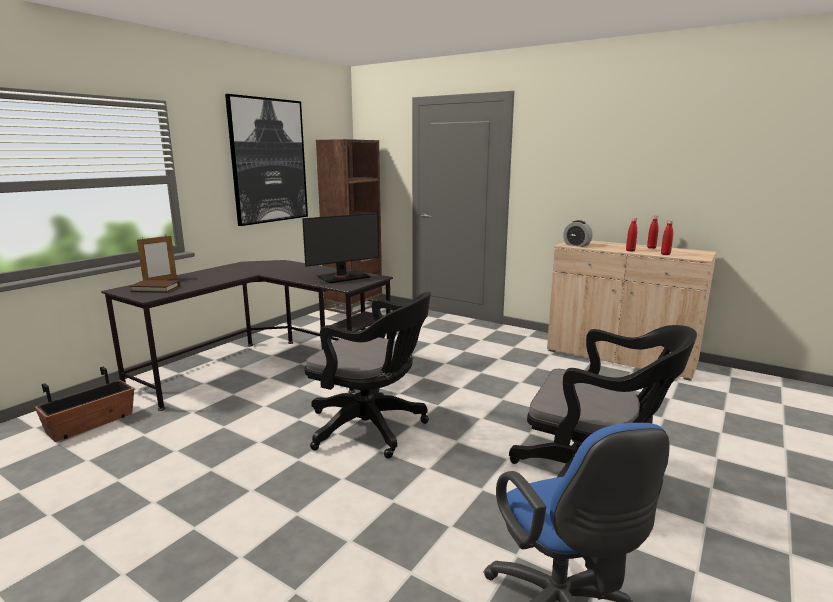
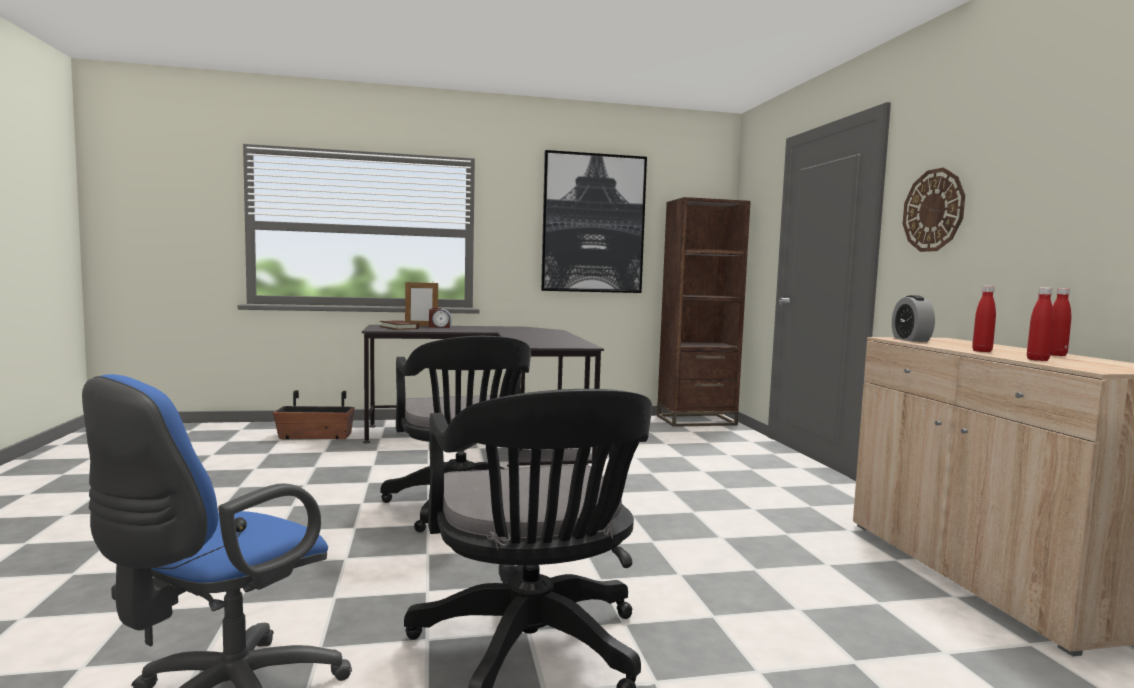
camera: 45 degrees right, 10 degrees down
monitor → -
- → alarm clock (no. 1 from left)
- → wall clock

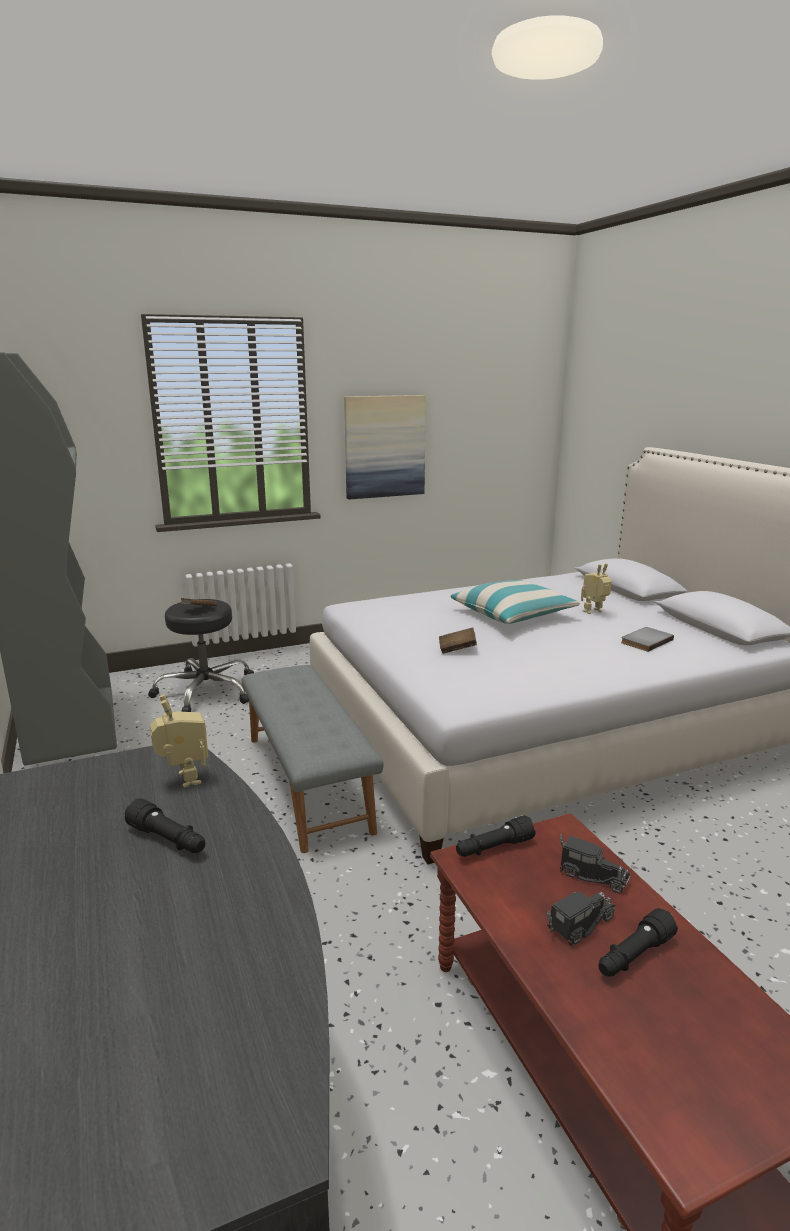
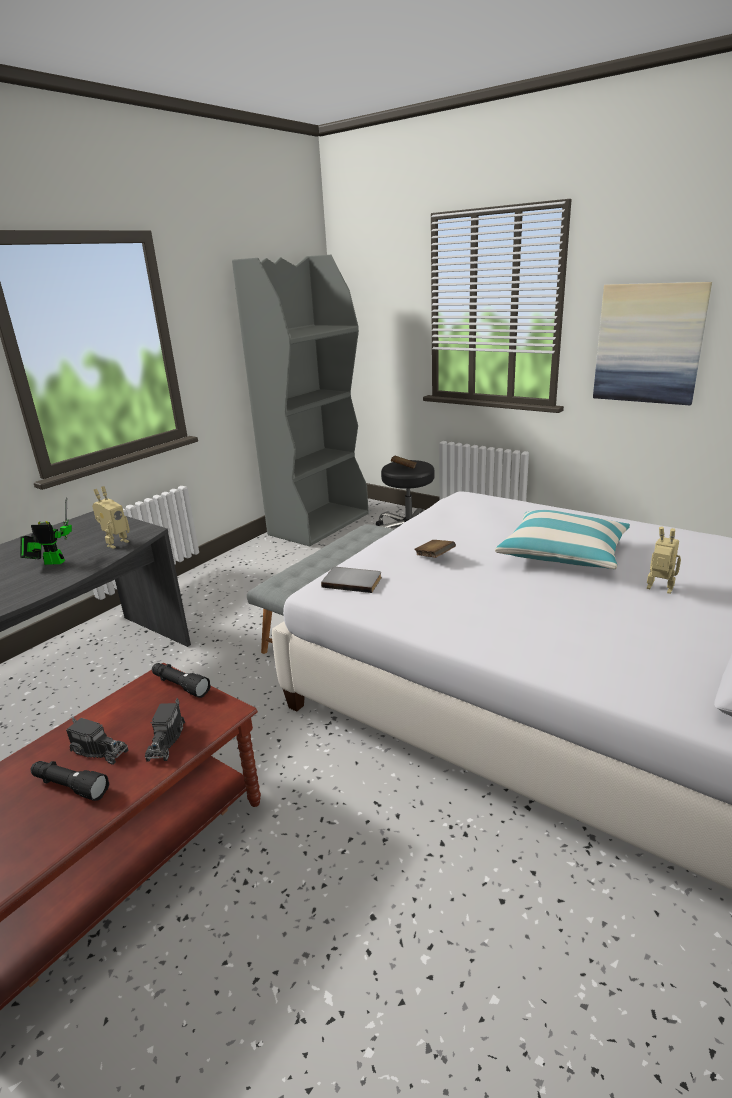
camera: 60 degrees right, 5 degrees up
grey book, relocated
black flashlight (no. 1 from left) → toy robot (no. 1 from left)

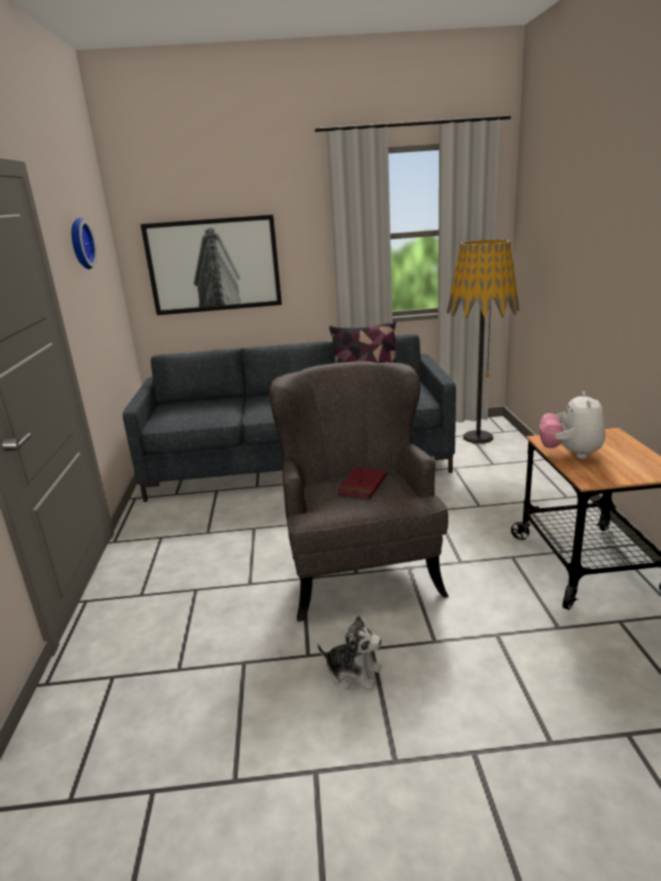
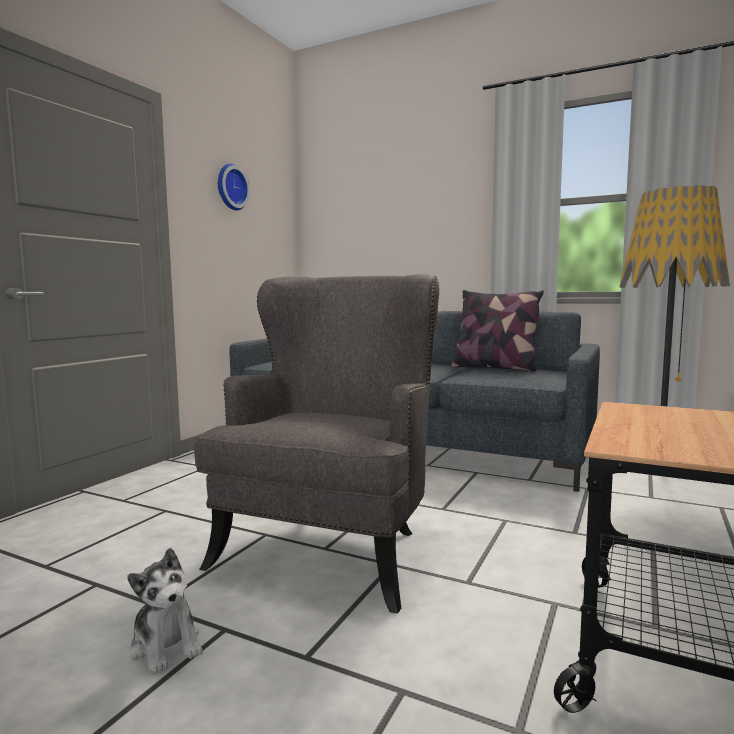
camera: 30 degrees right, 15 degrees down
picture → -
red book → -
plush toy (no. 2 from left) → -

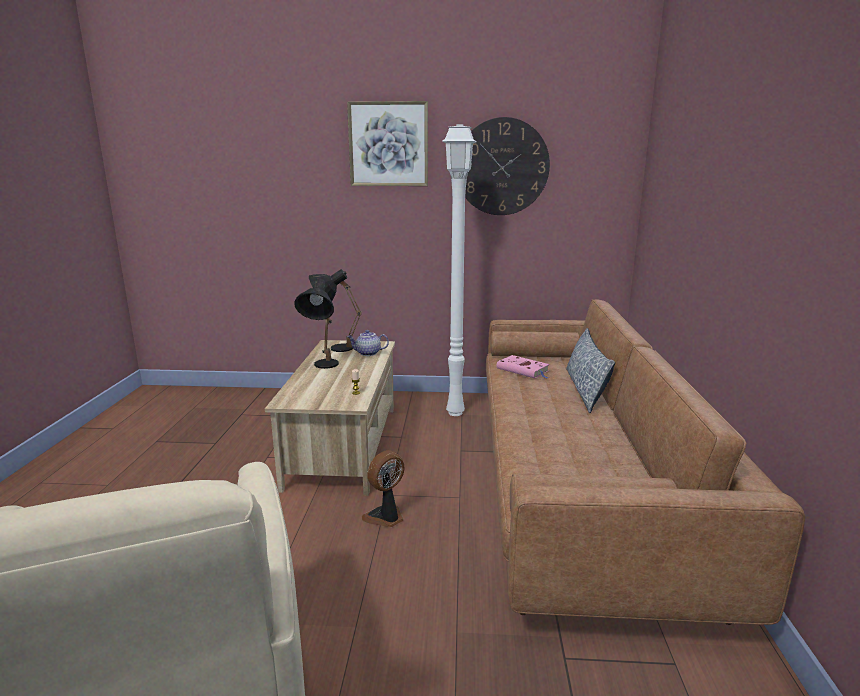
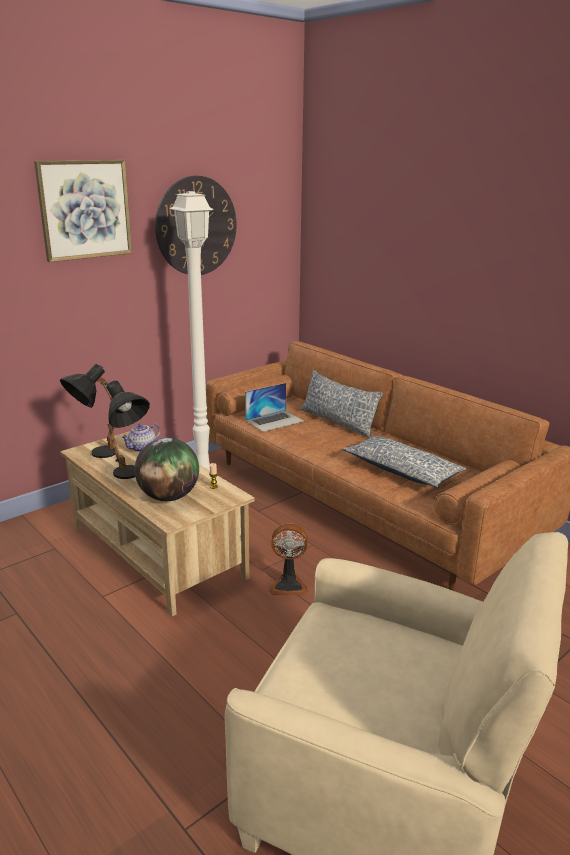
camera: 45 degrees left, 5 degrees up
- → globe
- → pillow (no. 2 from left)
pink book → laptop
fan, 90 degrees counterclockwise

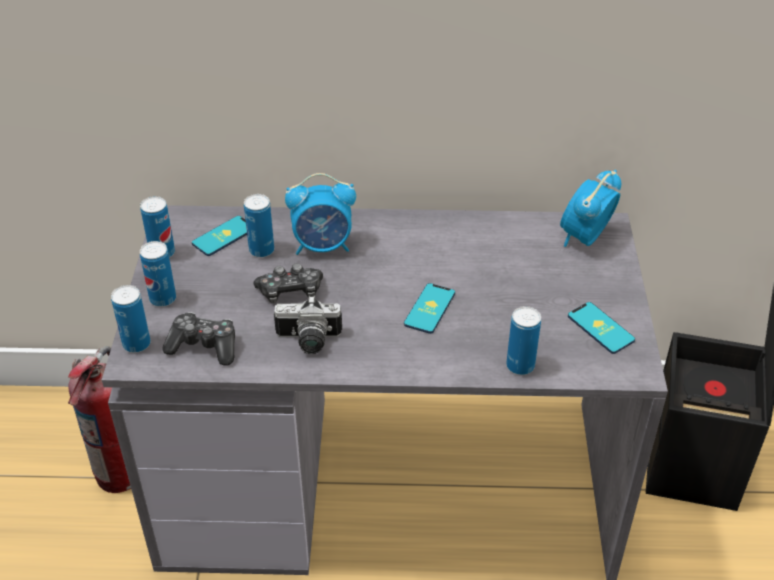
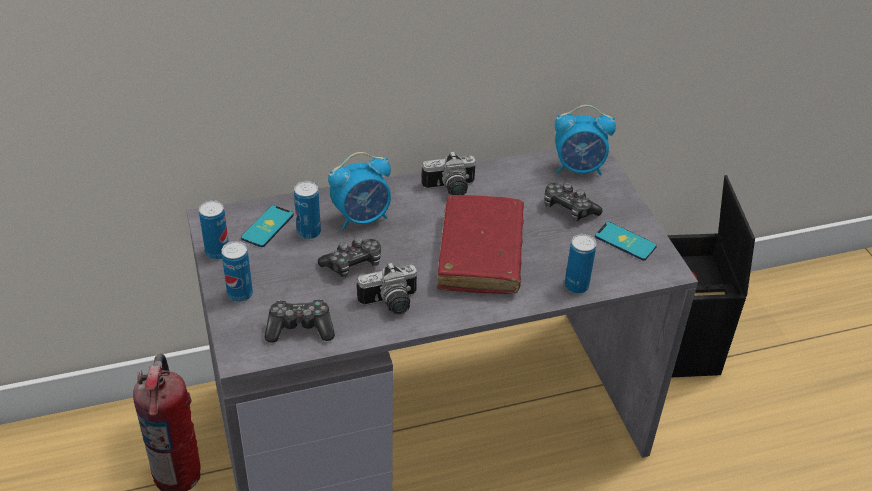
camera: 20 degrees left, 0 degrees up
can (no. 1 from left) → -
- → photo camera (no. 2 from left)
- → game controller (no. 3 from left)
phone (no. 2 from left) → red book
alarm clock (no. 2 from left), 105 degrees counterclockwise

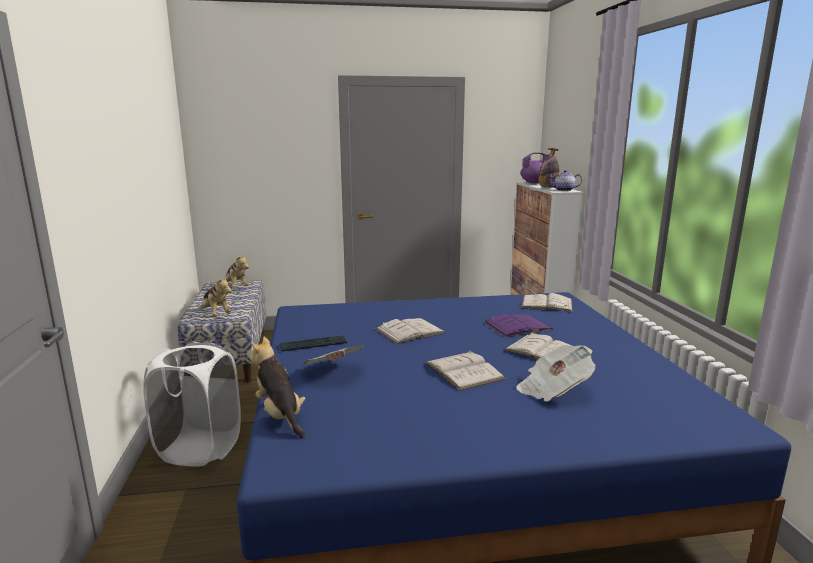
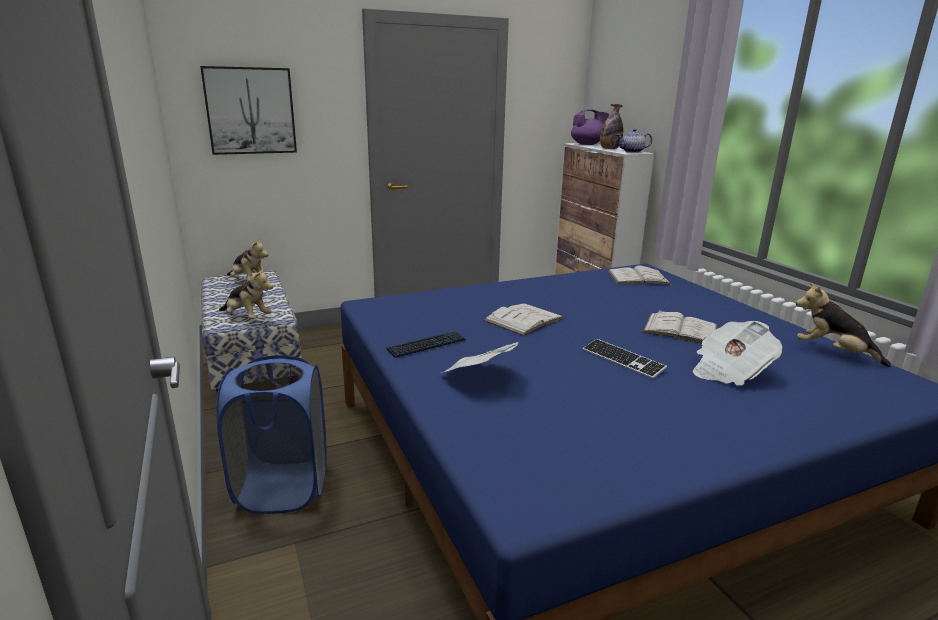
camera: 15 degrees left, 5 degrees up
purple book → -
- → picture
plush toy (no. 3 from left), relocated
white book (no. 2 from left) → keyboard (no. 2 from left)
white laundry basket → blue laundry basket

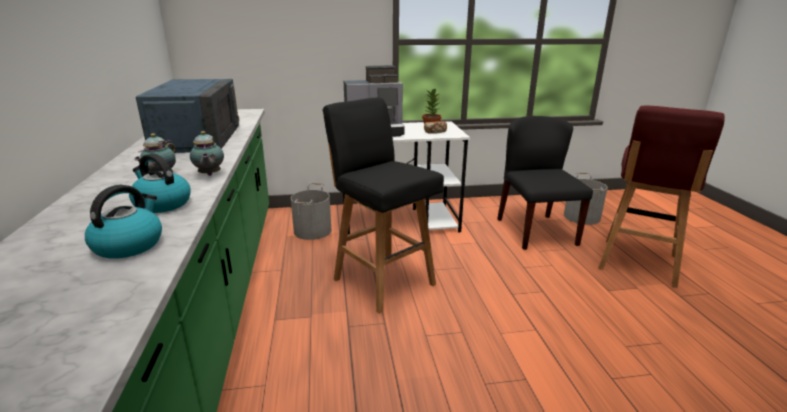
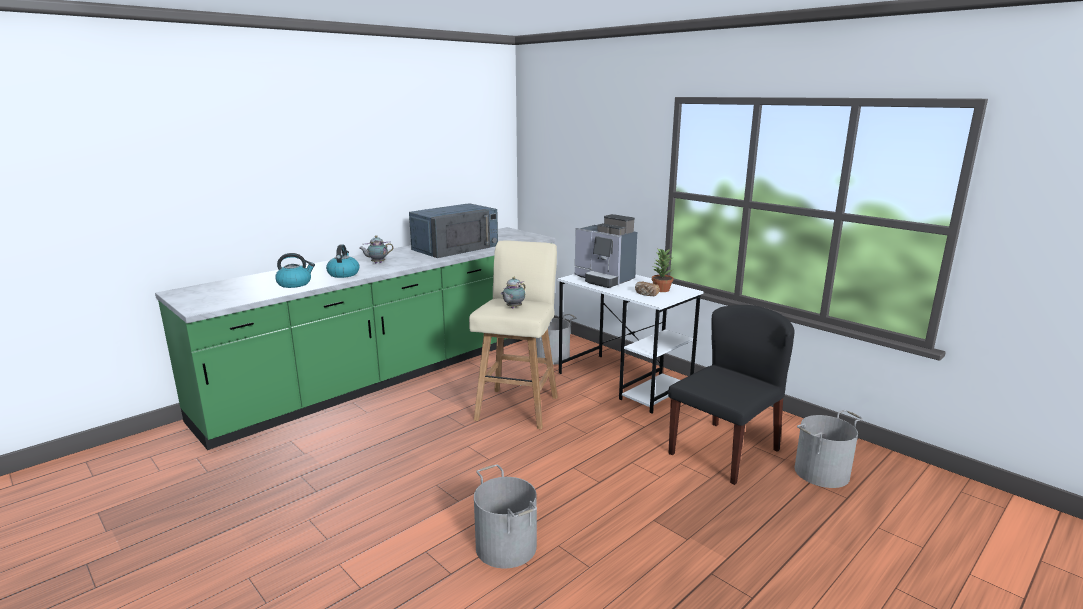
camera: 55 degrees right, 5 degrees down
red stool → -
- → grey bucket (no. 1 from left)
teapot (no. 2 from left), relocated
black stool → beige stool

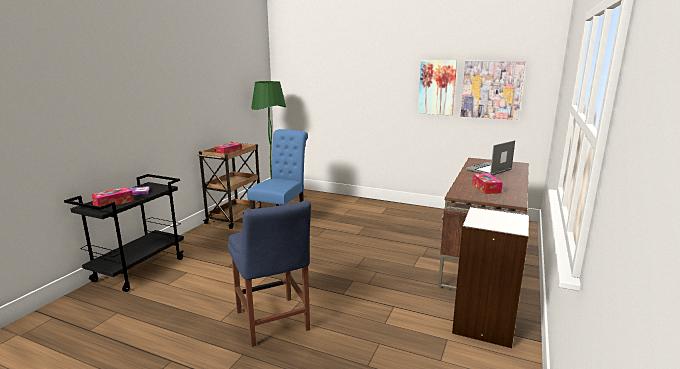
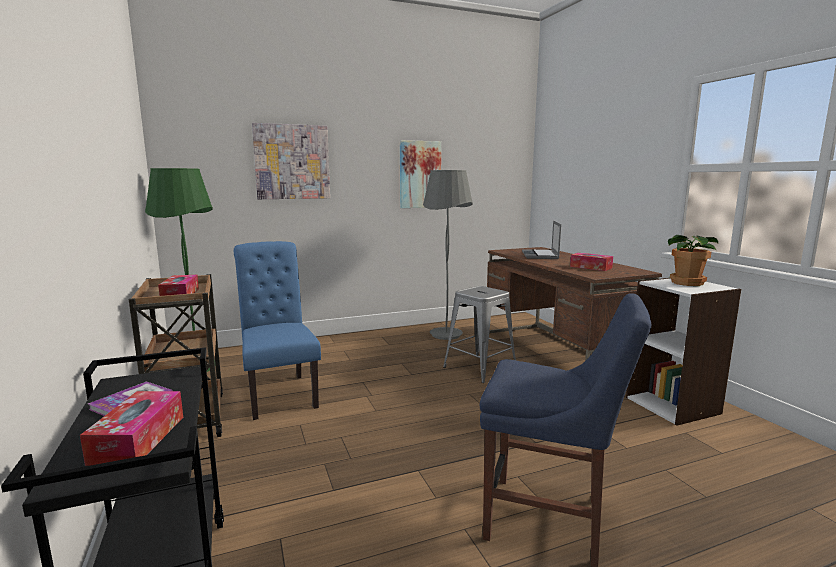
camera: 45 degrees left, 5 degrees down
- → grey floor lamp
- → grey stool
- → potted plant
picture (no. 2 from left in the first image) → picture (no. 1 from left), relocated

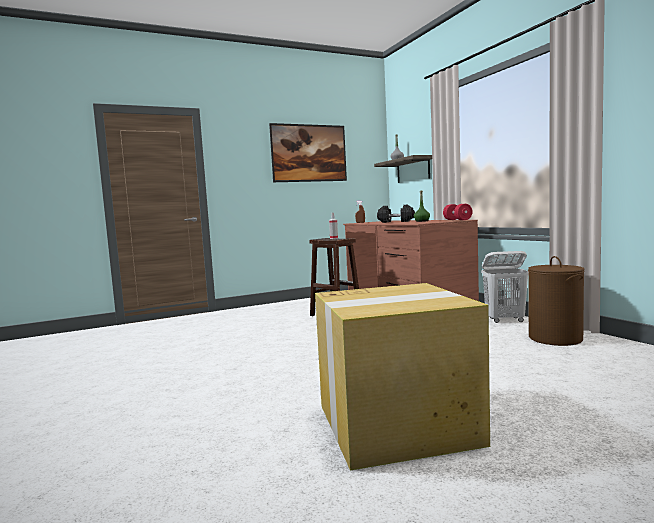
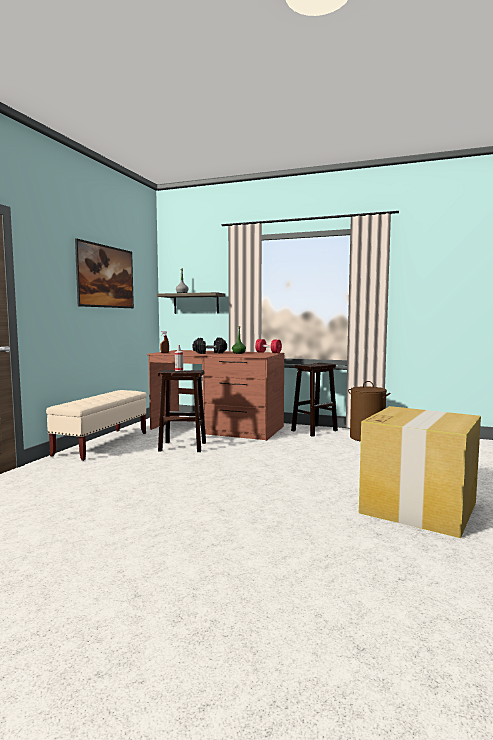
camera: 45 degrees left, 0 degrees up
- → beige bench
white laundry basket → brown stool (no. 2 from left)

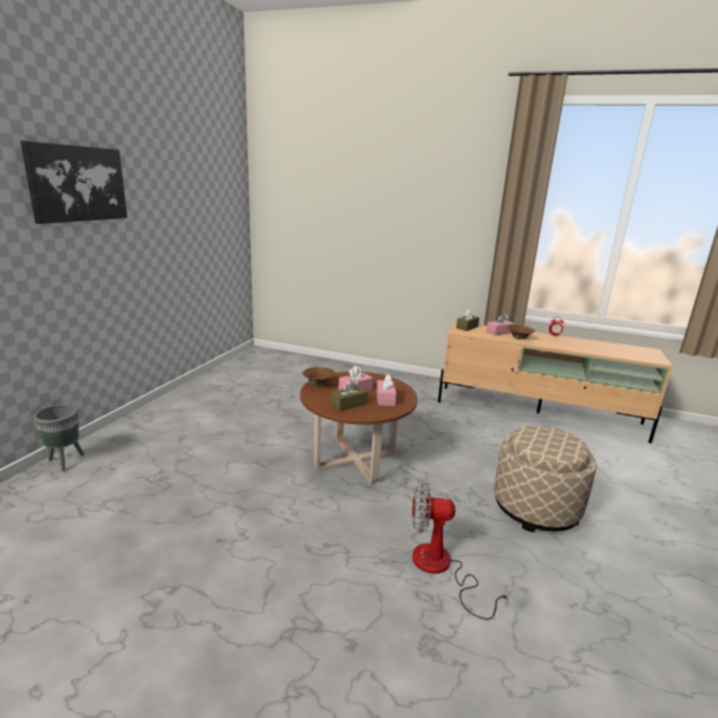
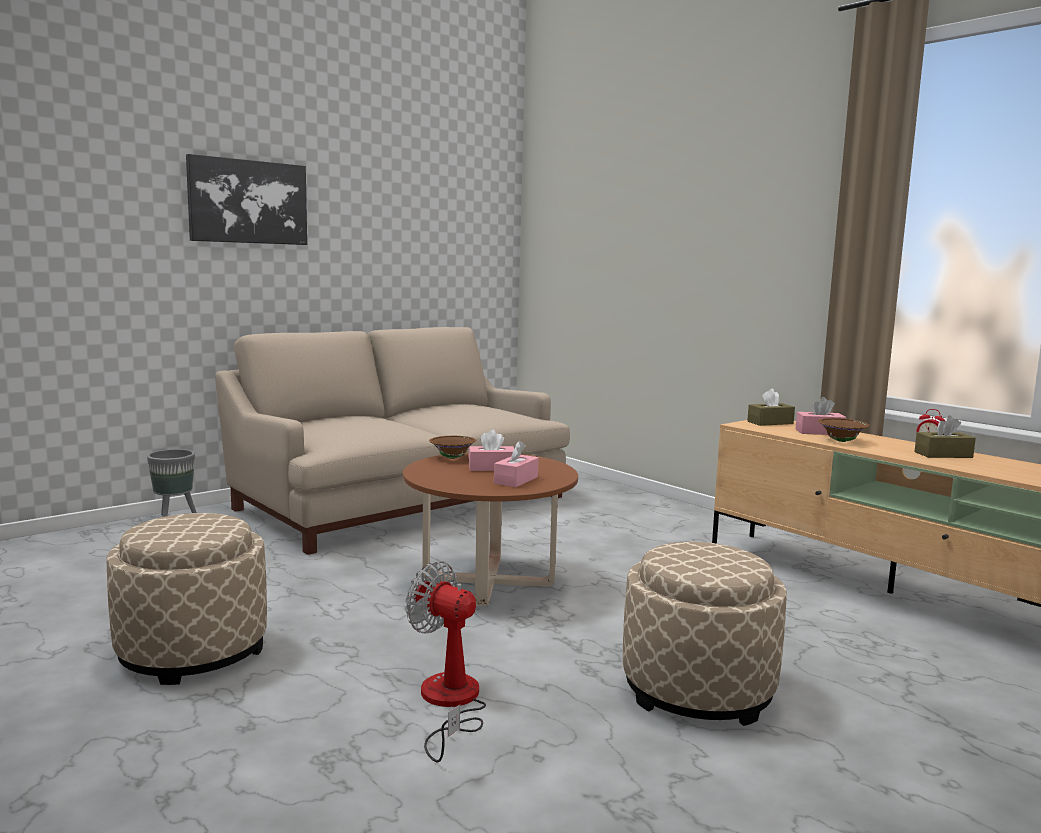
camera: 30 degrees right, 10 degrees down
- → beige ottoman (no. 1 from left)
- → beige sofa
brown tissue box (no. 1 from left in the first image) → brown tissue box (no. 2 from left), relocated

